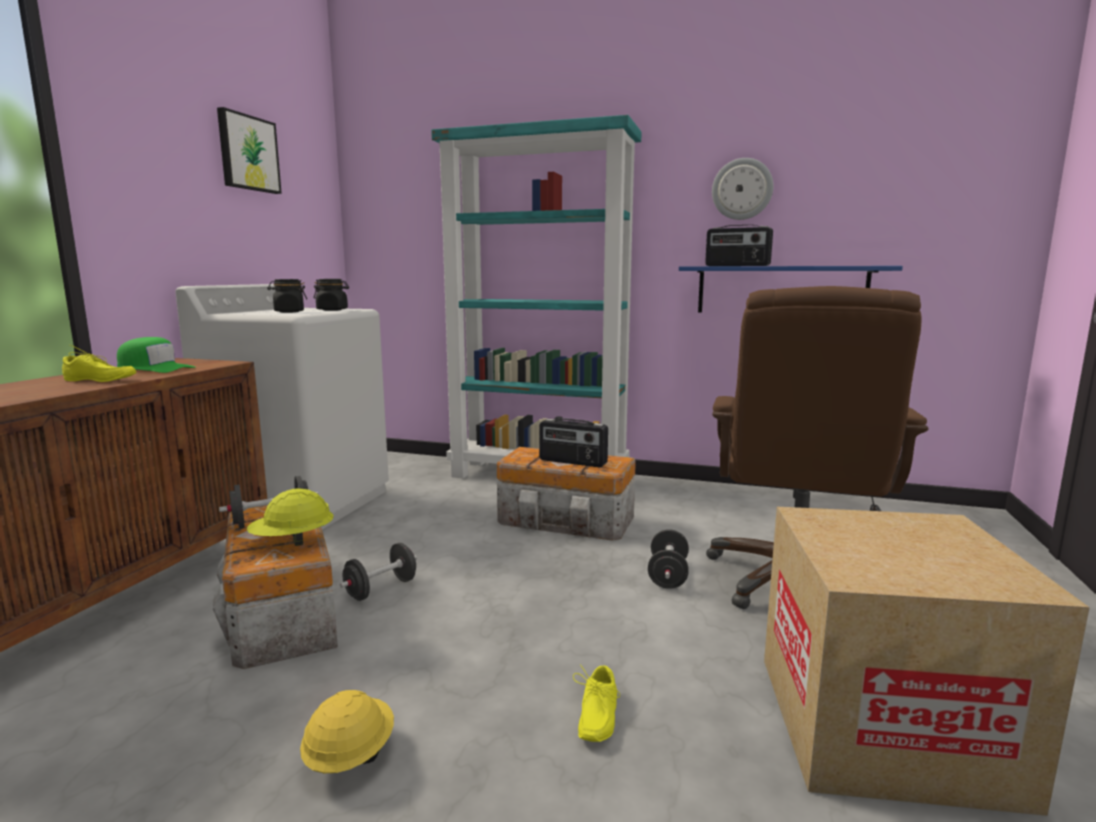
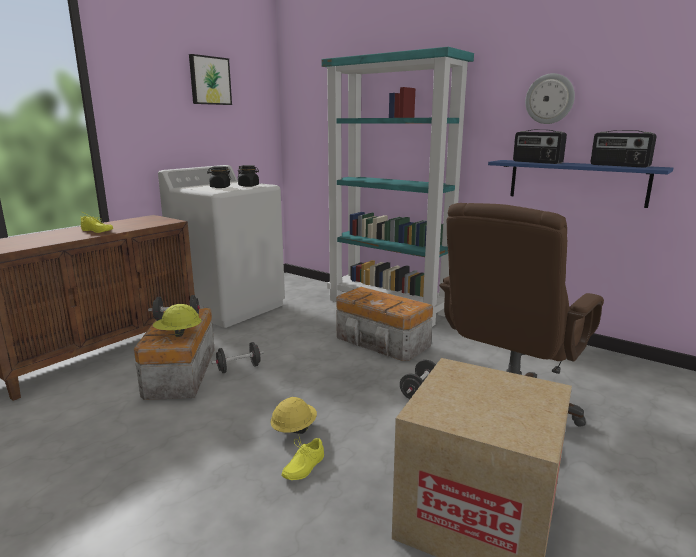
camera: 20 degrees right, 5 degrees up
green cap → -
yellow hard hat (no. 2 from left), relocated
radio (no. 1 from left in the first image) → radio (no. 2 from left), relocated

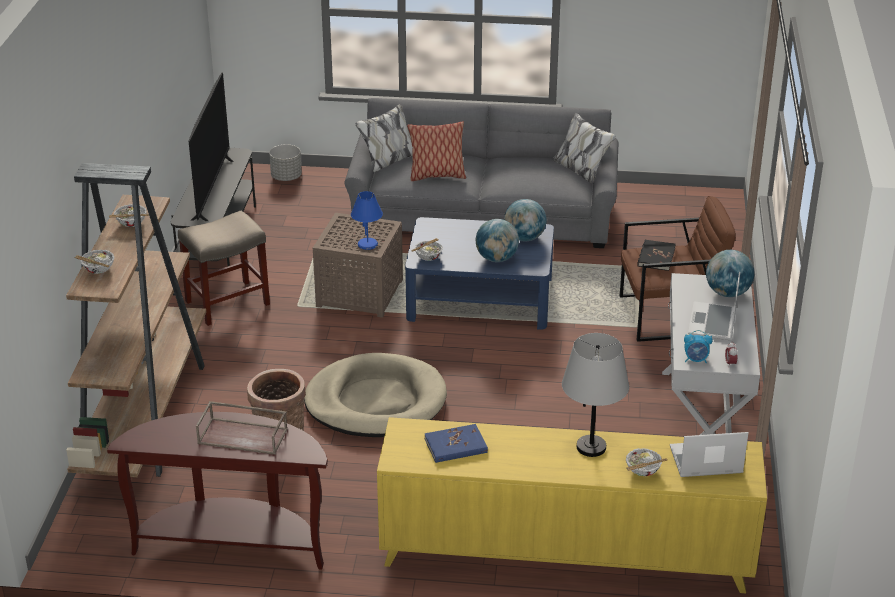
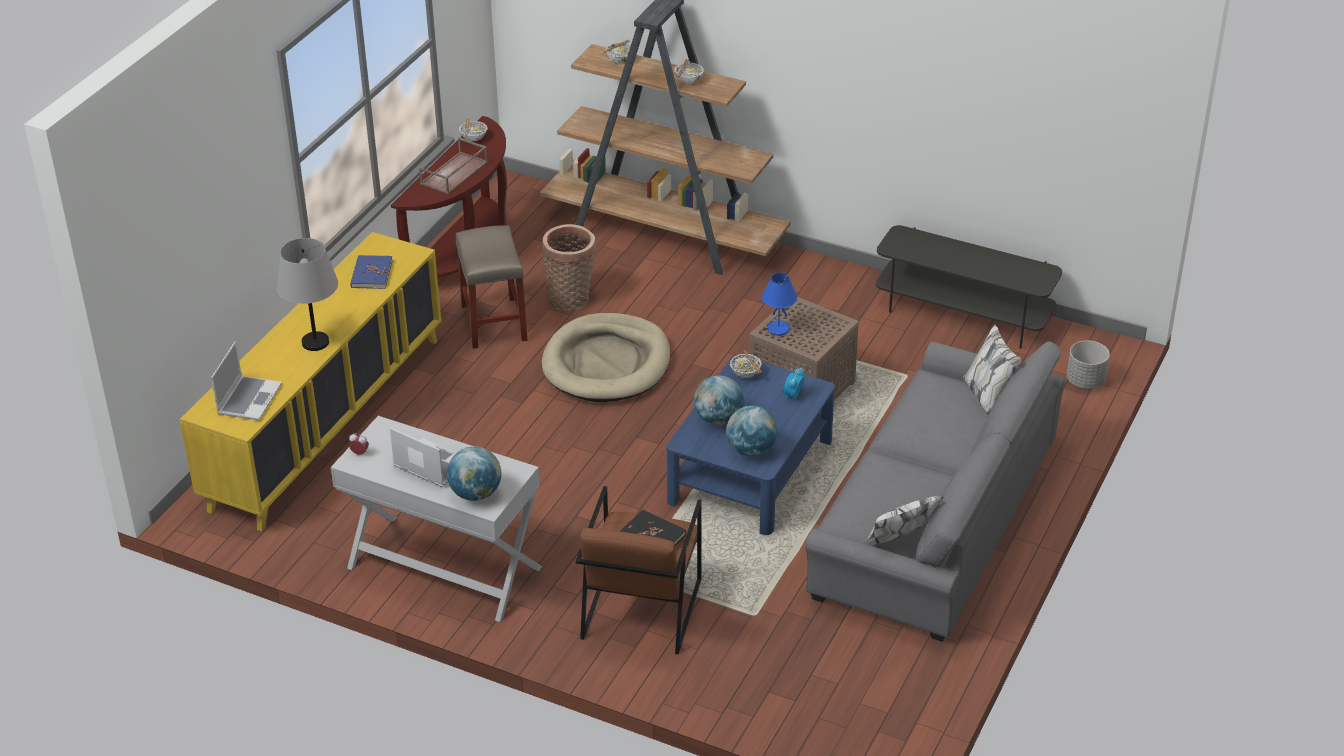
camera: 110 degrees right, 5 degrees up
television → -
pillow → -
beige stool, relocated
bowl (no. 4 from left in the first image) → bowl (no. 1 from left), relocated
alarm clock (no. 1 from left in the first image) → alarm clock (no. 2 from left), relocated

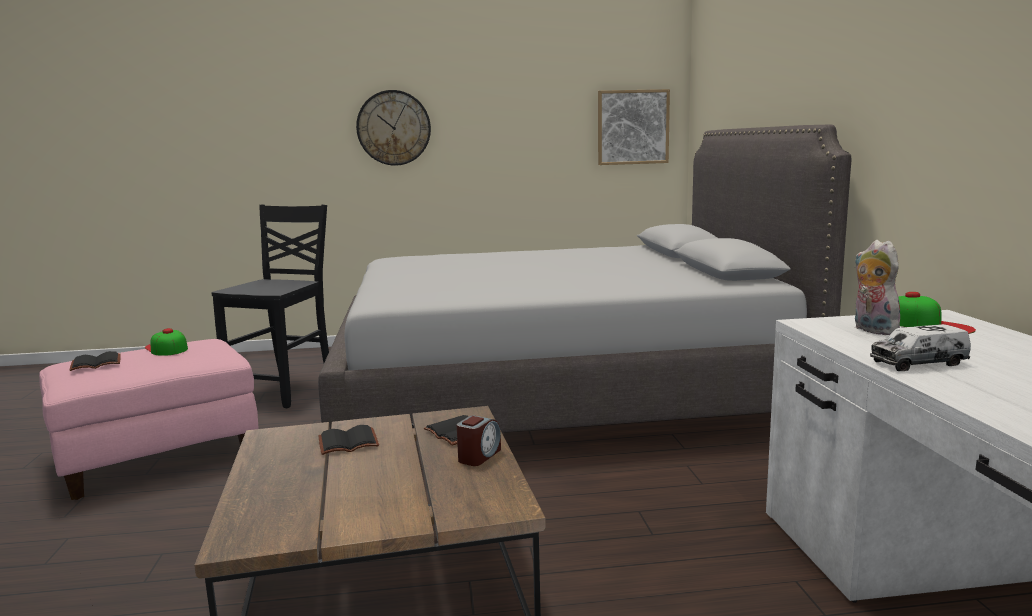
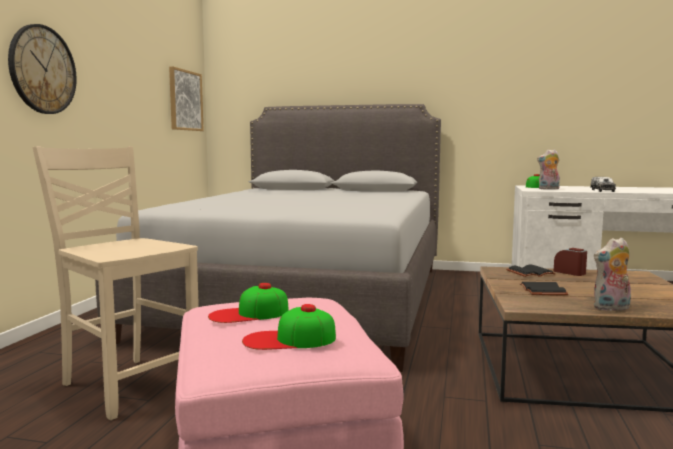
camera: 70 degrees left, 5 degrees down
- → plush toy (no. 2 from left)
black book (no. 1 from left) → cap (no. 2 from left)
black chair → beige chair

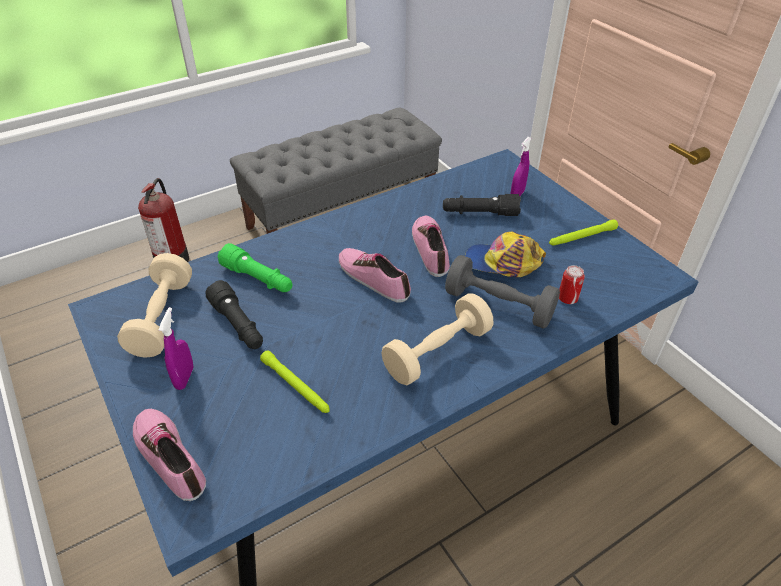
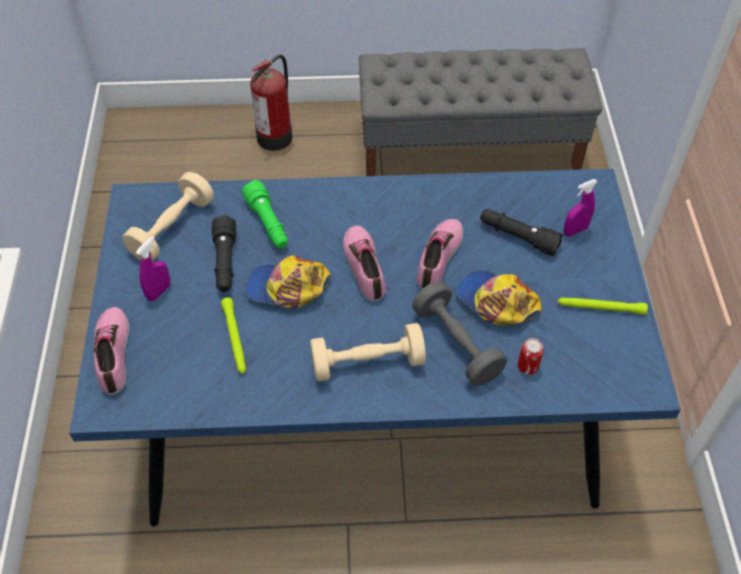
camera: 30 degrees right, 10 degrees up
- → cap (no. 1 from left)

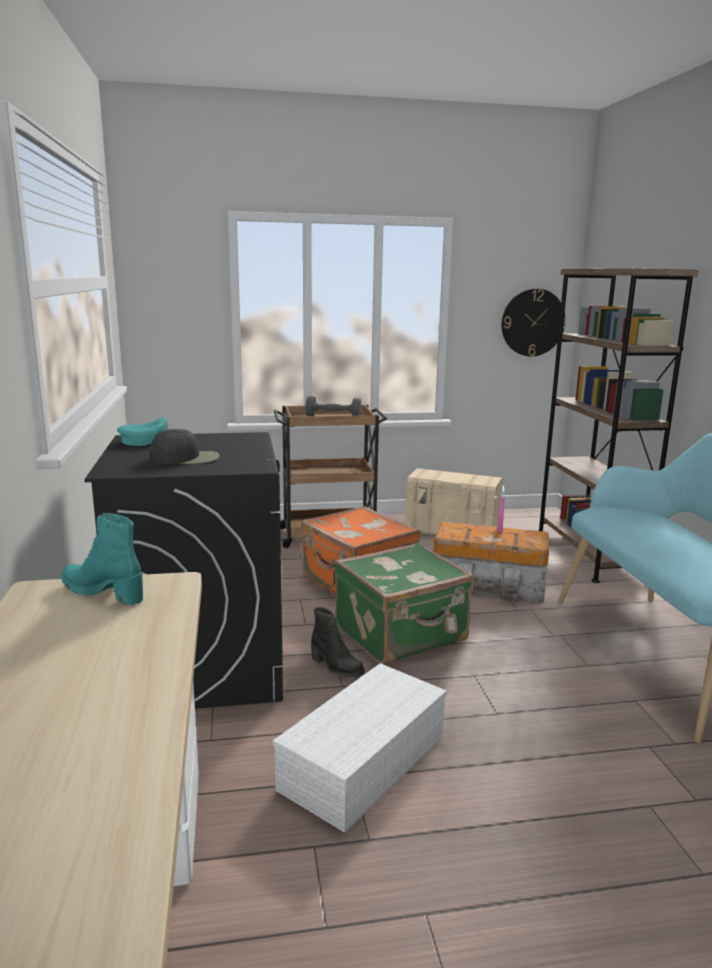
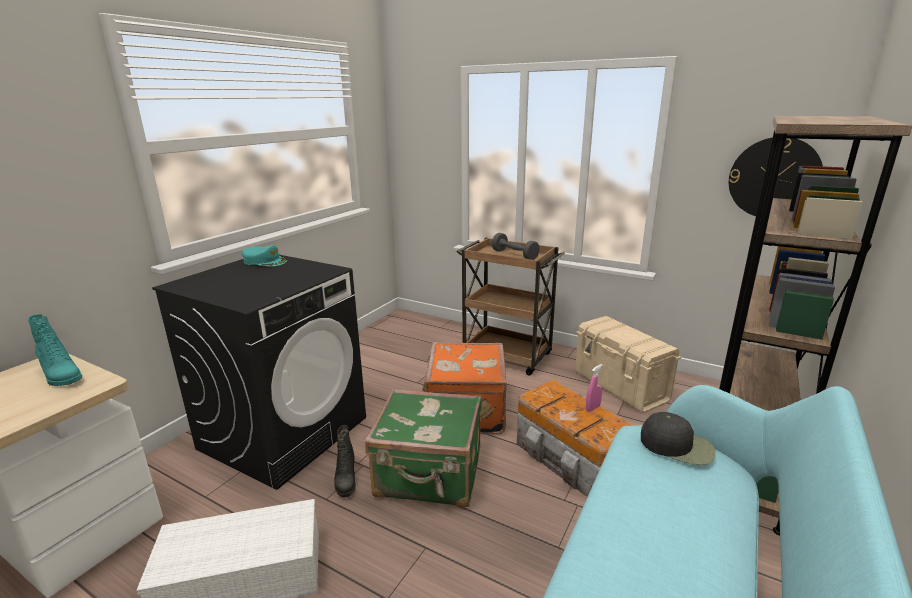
camera: 40 degrees right, 5 degrees up
black cap, relocated
turquoise boot, 150 degrees clockwise

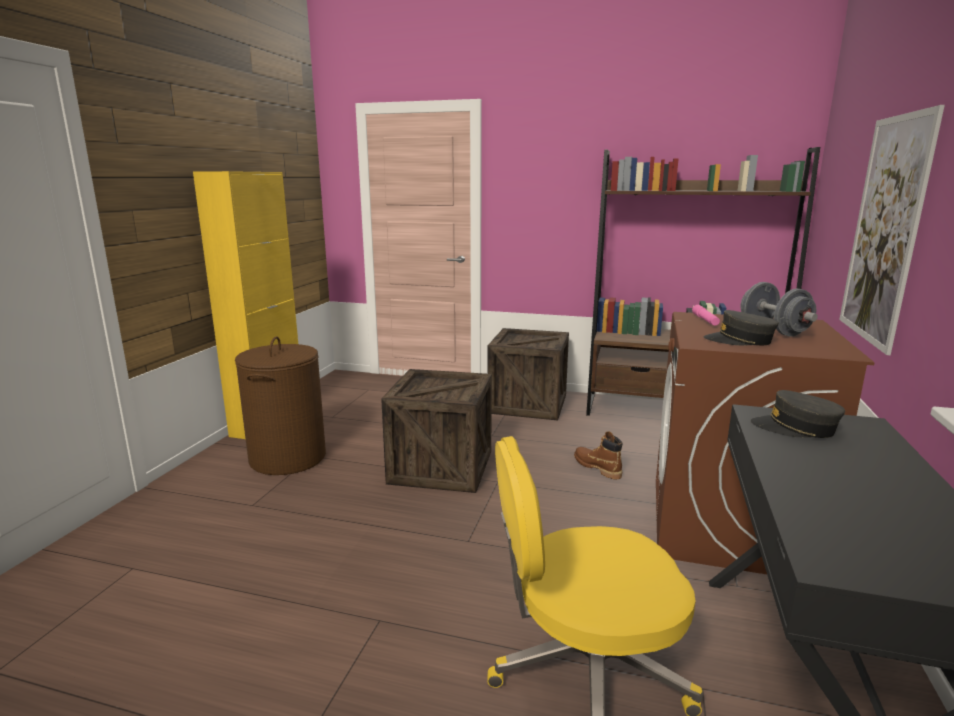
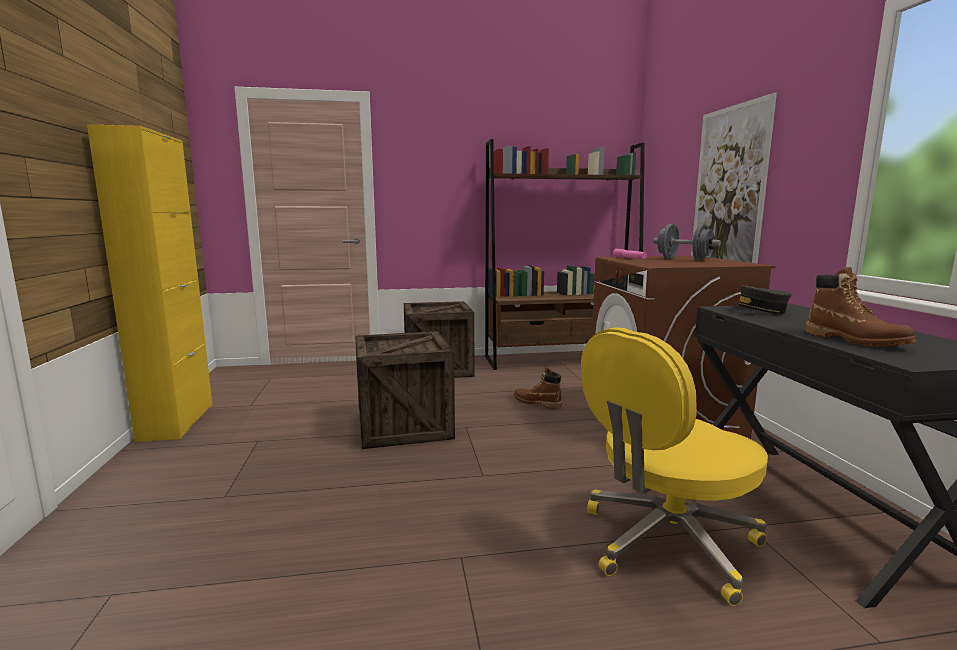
camera: 25 degrees left, 5 degrees down
brown laundry basket → -
grey cap (no. 1 from left) → -
- → brown boot (no. 2 from left)

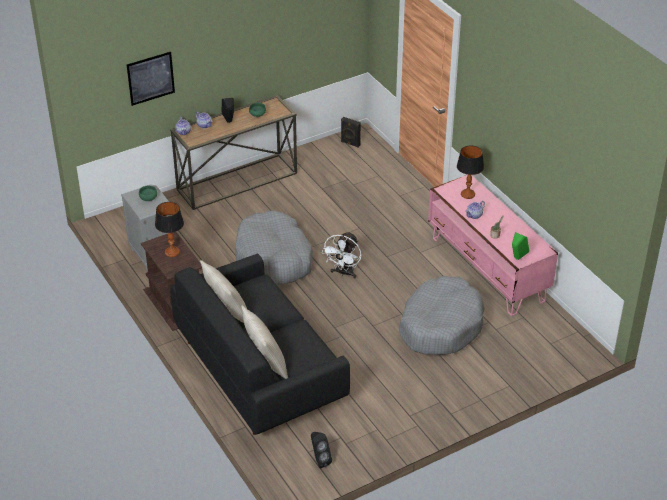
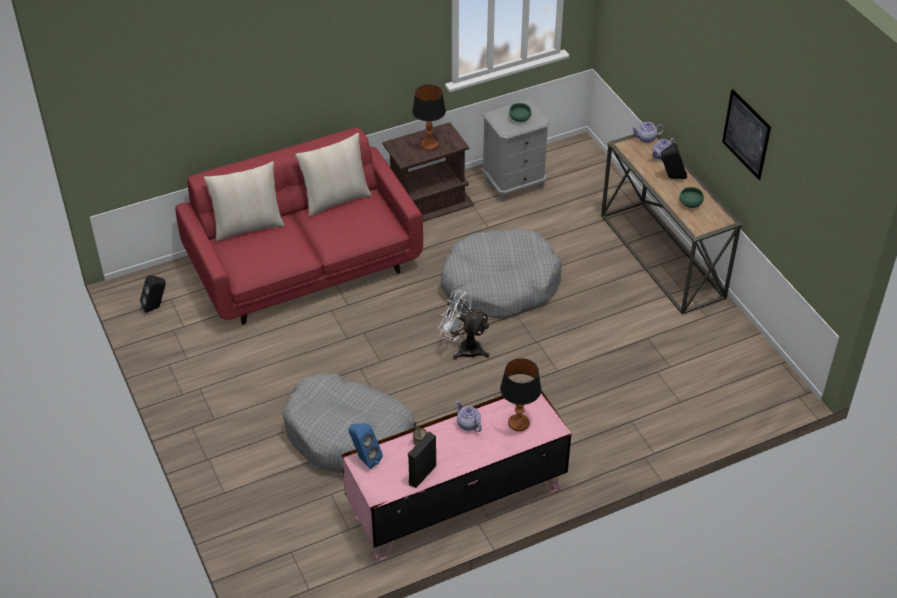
camera: 95 degrees right, 5 degrees up
picture, relocated
black speaker (no. 3 from left in the first image) → black speaker (no. 2 from left), relocated
black sofa → red sofa
green speaker → blue speaker

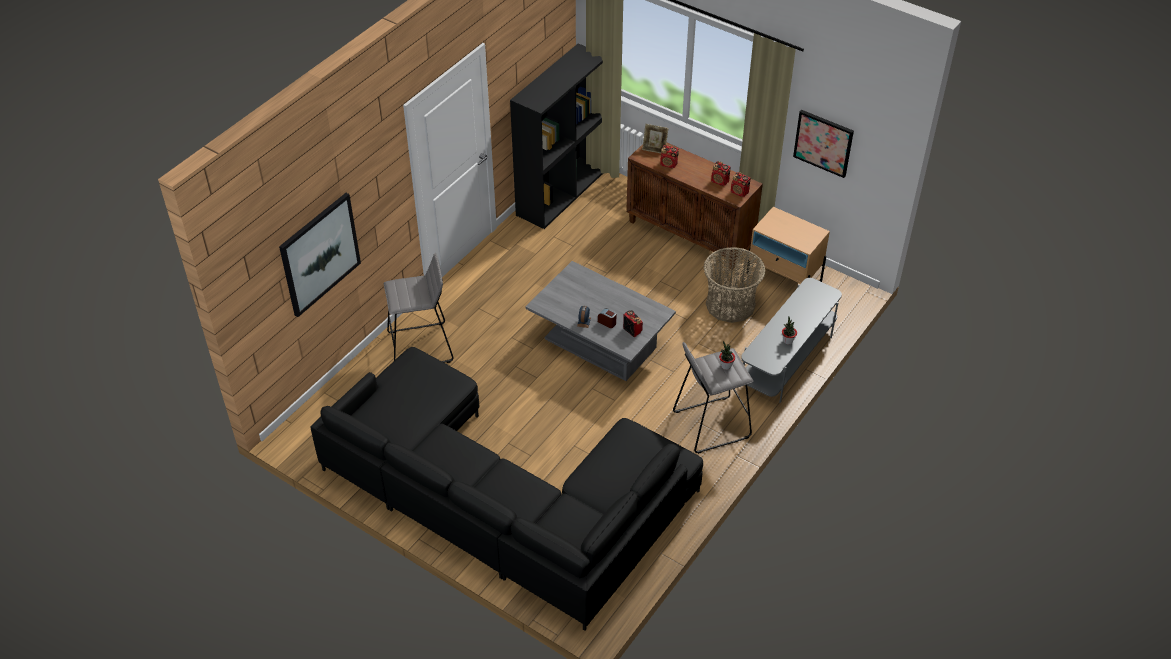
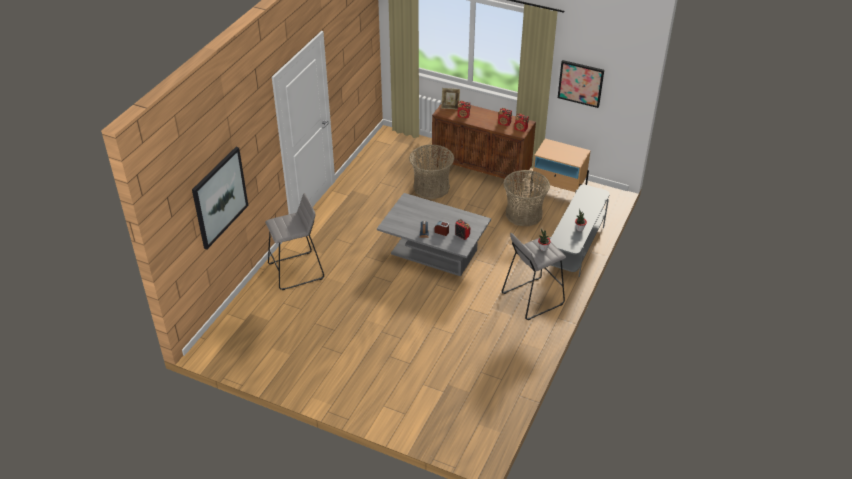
camera: 10 degrees left, 5 degrees down
black sofa → -
black bookcase → -
- → basket (no. 1 from left)

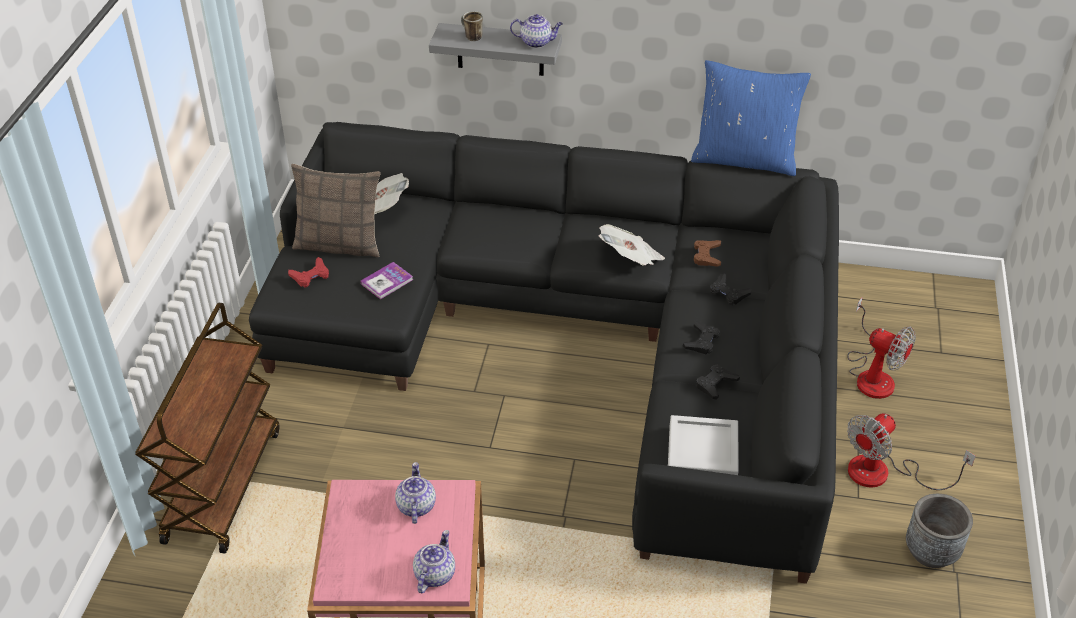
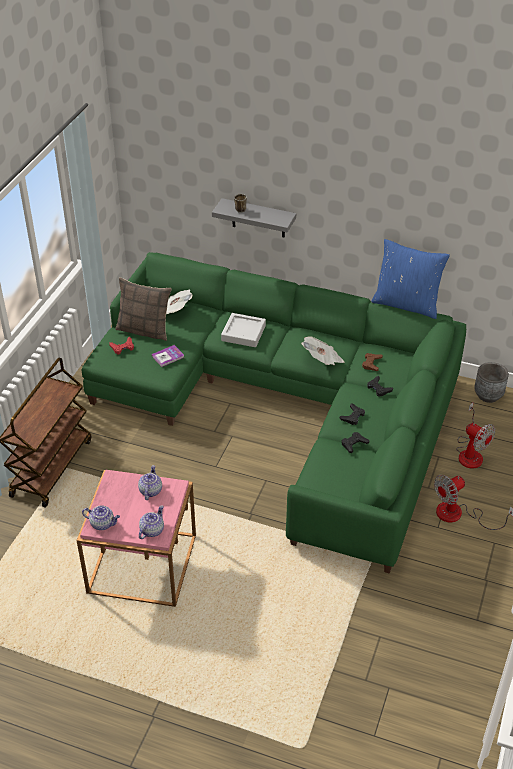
camera: 10 degrees right, 0 degrees up
teapot (no. 3 from left in the first image) → teapot (no. 1 from left), relocated
grey tray, relocated
grey planter, relocated
black sofa → green sofa

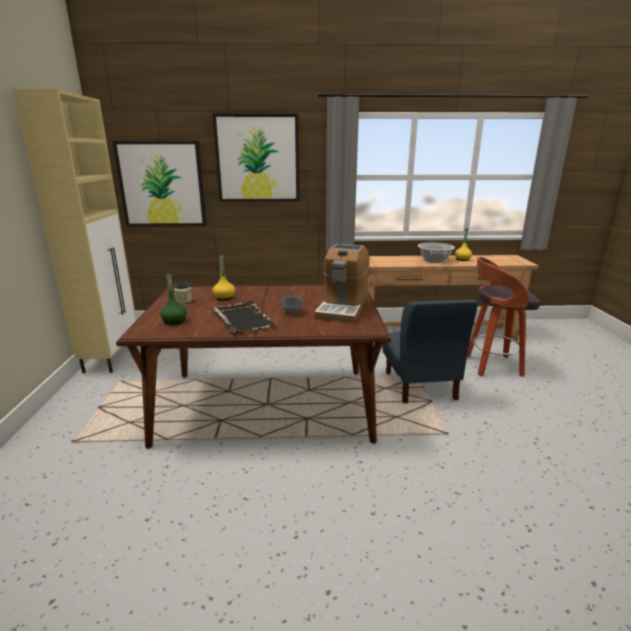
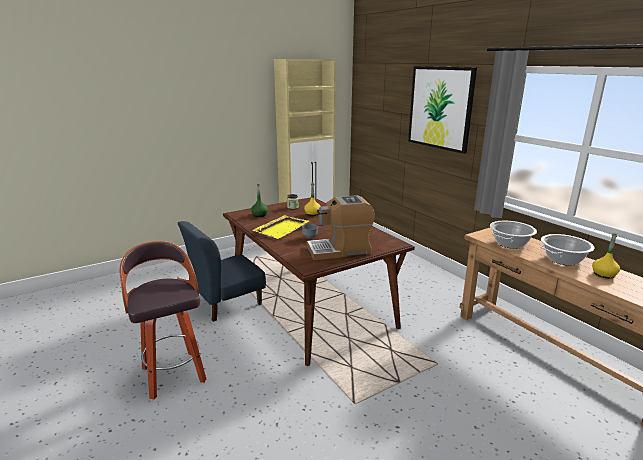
camera: 60 degrees right, 0 degrees up
picture (no. 1 from left) → -
- → cooking pot (no. 1 from left)
blue chair, relocated
stool, relocated
black tray → yellow tray

